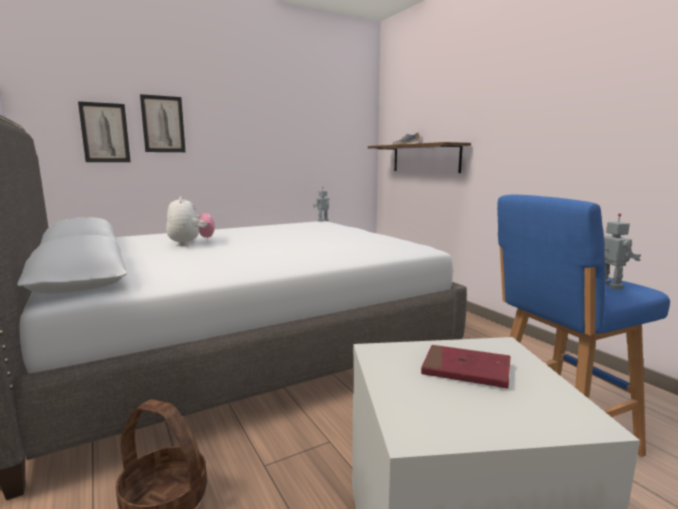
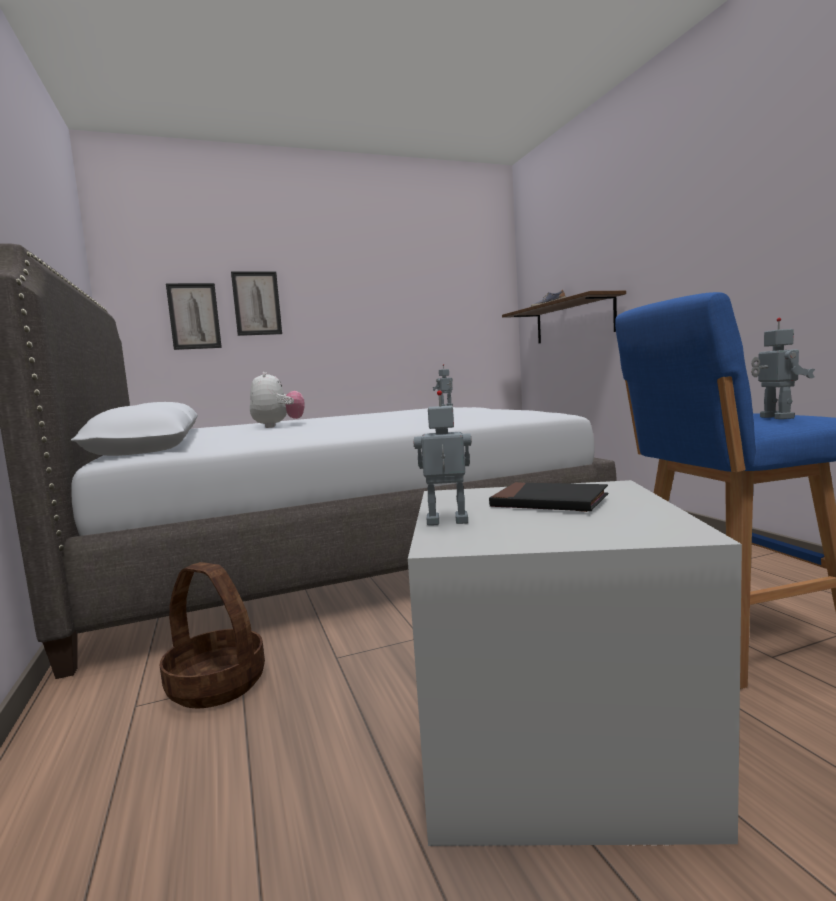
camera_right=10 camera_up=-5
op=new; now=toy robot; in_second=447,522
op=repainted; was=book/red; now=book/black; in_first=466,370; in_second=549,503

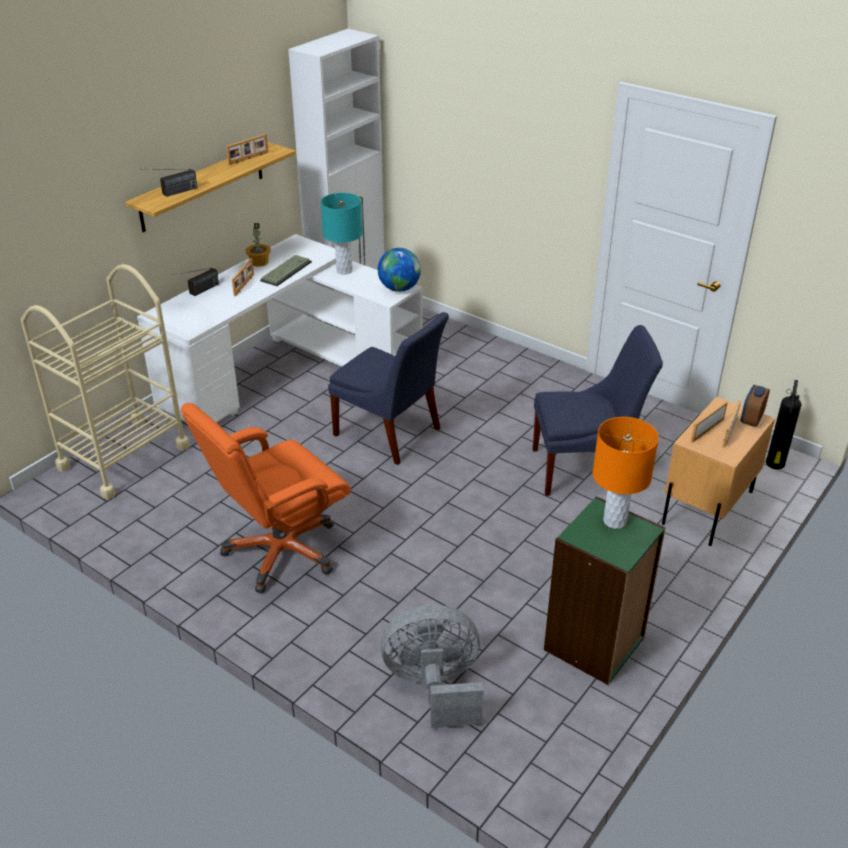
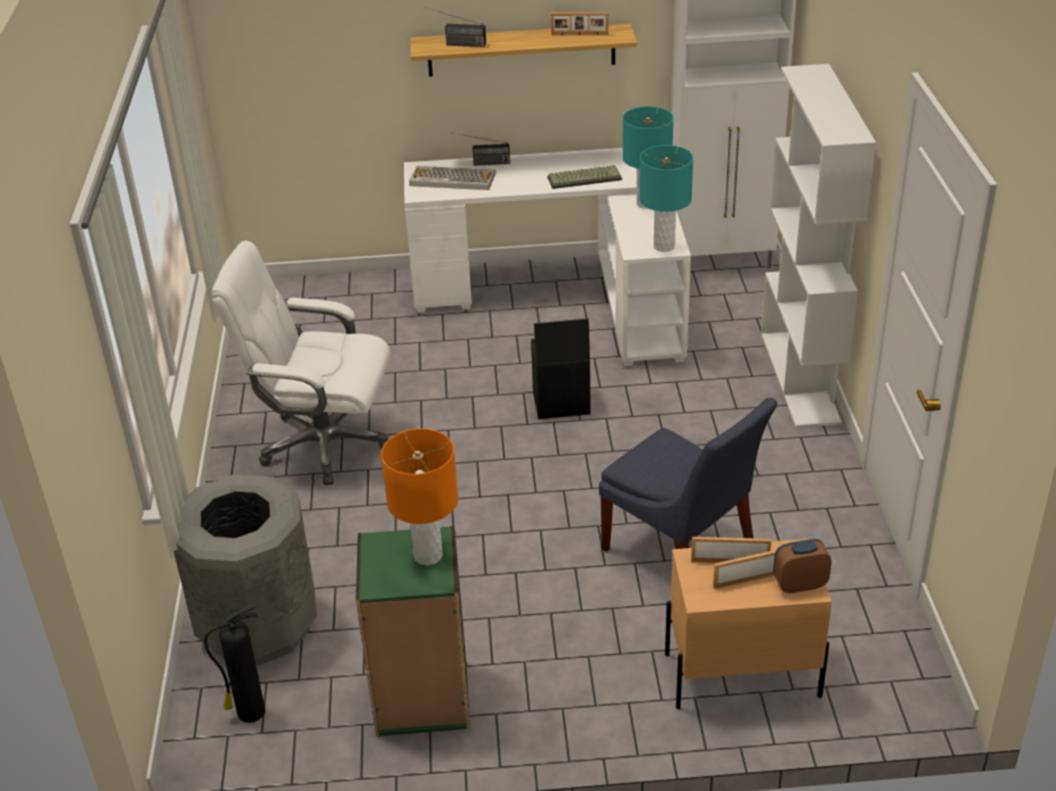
camera_right=50 camera_up=0
op=gone; was=cart/beige; in_first=124,457
op=gone; was=picture frame; in_first=244,285
op=gone; was=potted plant; in_first=259,262
op=new; now=keyboard; in_second=451,179
op=new; now=bookcase/white; in_second=800,377
op=shifted; was=fire extinguisher; in_first=775,464; in_second=249,713
op=swapped; was=chair/blue; now=storage box/black; in_first=390,434; in_second=560,404
op=swapped; was=globe; now=table lamp/turquoise; in_first=399,288; in_second=664,246
op=swapped; was=fan/grey; now=trash can/grey; in_first=434,687; in_second=257,626
op=repainted; was=office chair/orange; now=office chair/white; in_first=281,551; in_second=323,444

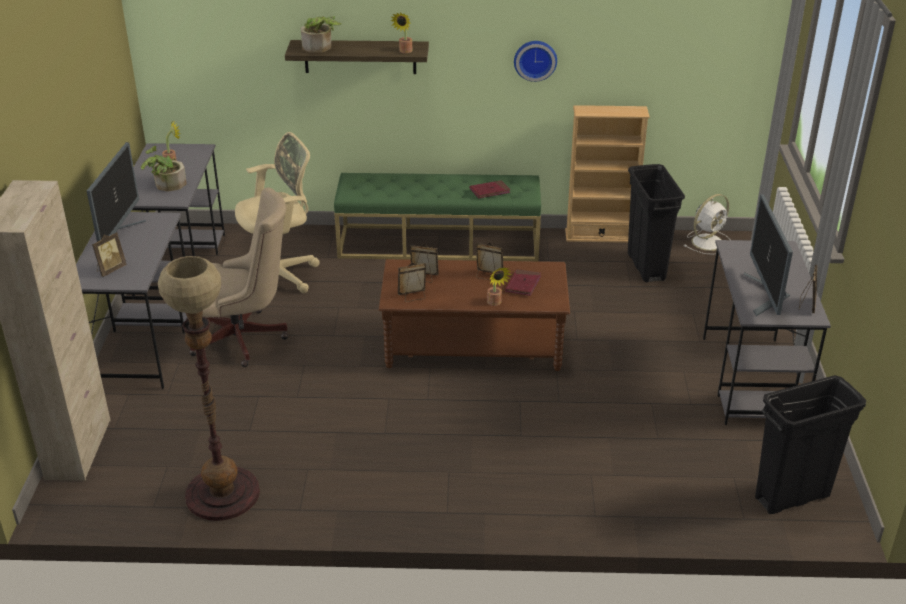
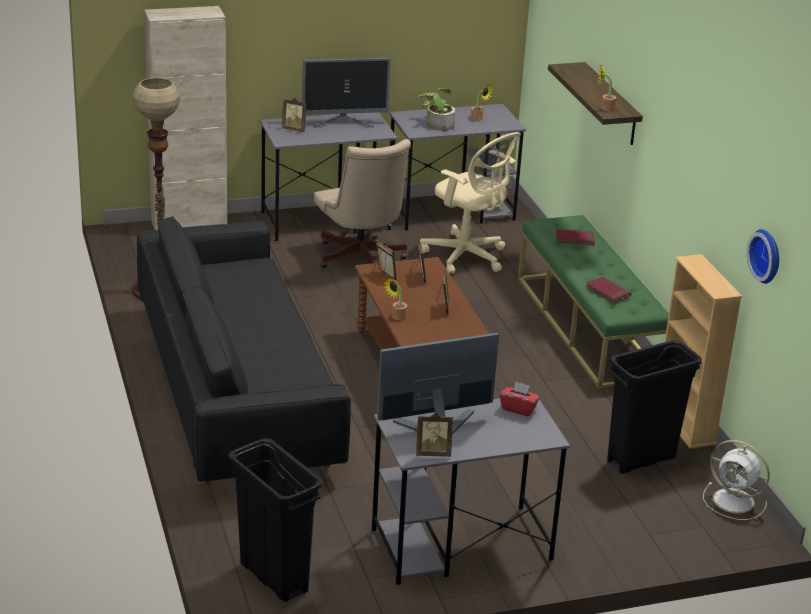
camera_right=70 camera_up=-5
op=gone; was=potted plant; in_first=320,47
op=new; now=sofa/black; in_second=237,390
op=new; now=tissue box/red; in_second=518,408
op=shifted; was=book/red; in_first=523,284; in_second=575,239
op=shifted; was=wall clock; in_first=535,59; in_second=767,255

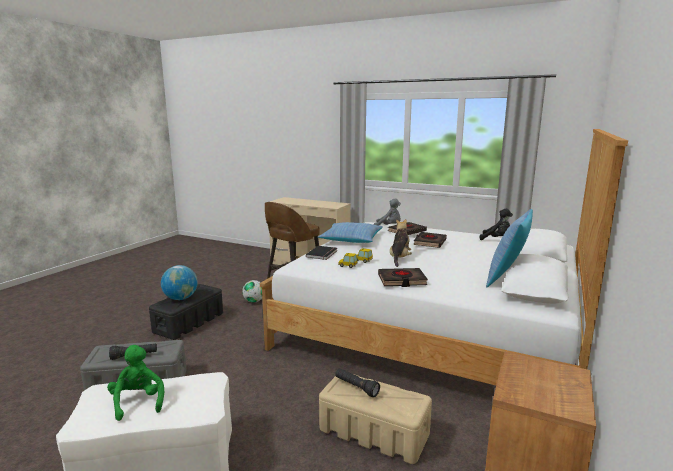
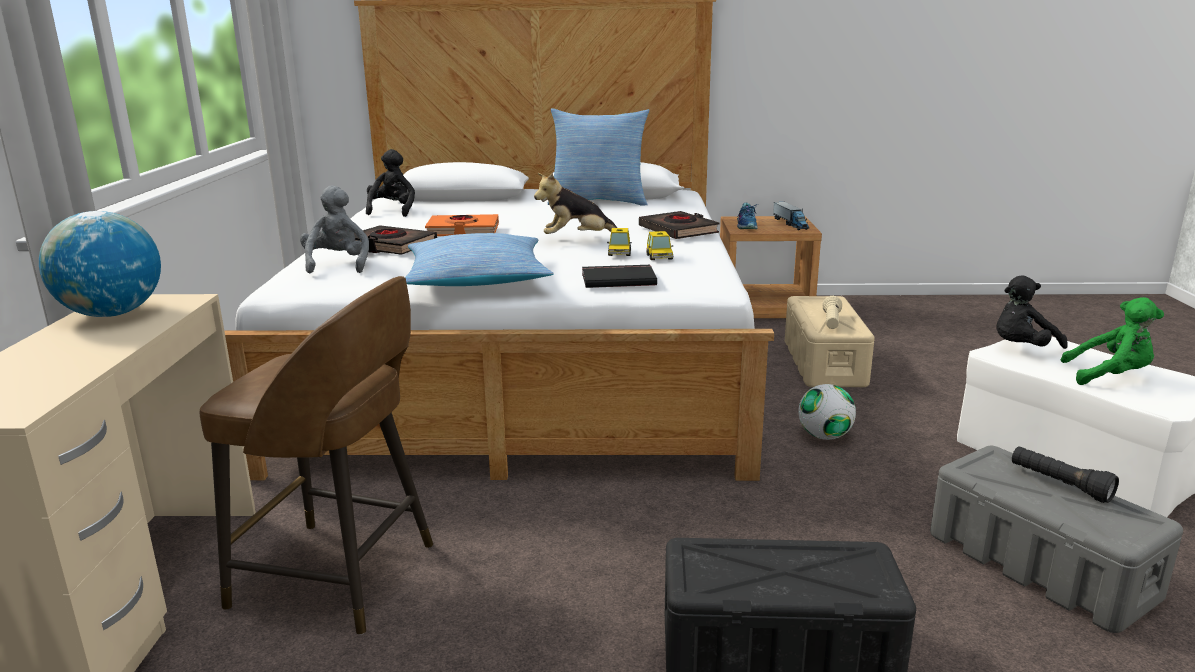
camera_right=-115 camera_up=5
op=new; now=shoe; in_second=747,225
op=new; now=toy truck; in_second=790,223
op=new; now=plush toy/black; in_second=1021,349
op=shifted; was=globe; in_first=181,298; in_second=112,314
op=shifted; was=football; in_first=254,301; in_second=824,436
op=repainted; was=flashlight/black; now=flashlight/beige; in_first=356,387; in_second=831,322
op=repainted; was=book/black; now=book/orange; in_first=429,242; in_second=463,231
op=rotated; was=plush toy/green; in_first=138,402; in_second=1110,376; clockwise=-120

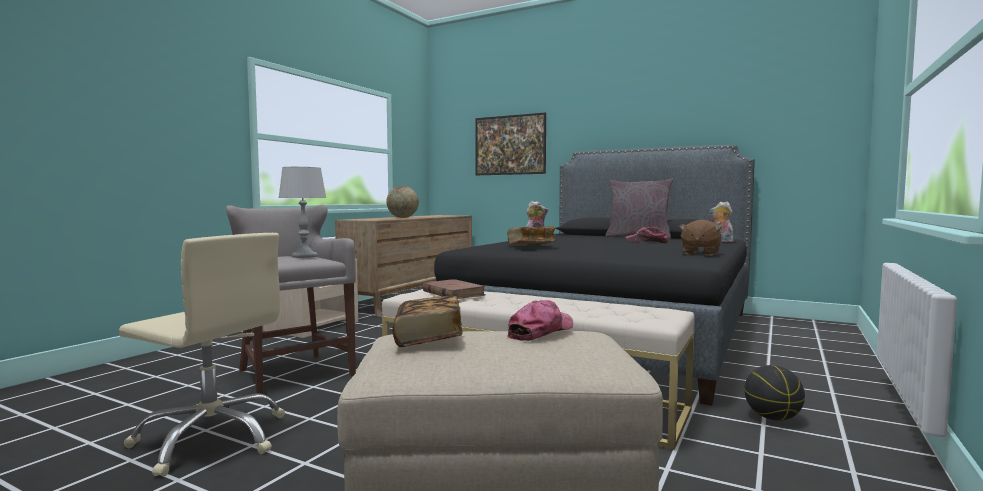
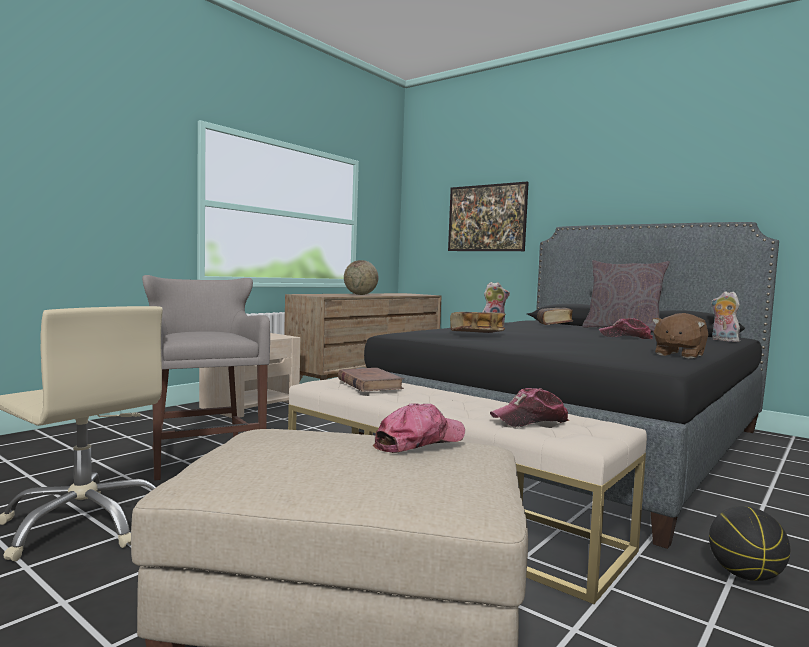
camera_right=10 camera_up=0
op=gone; was=table lamp/grey; in_first=304,256
op=new; now=cap; in_second=530,420
op=shifted; was=book; in_first=428,339; in_second=554,325

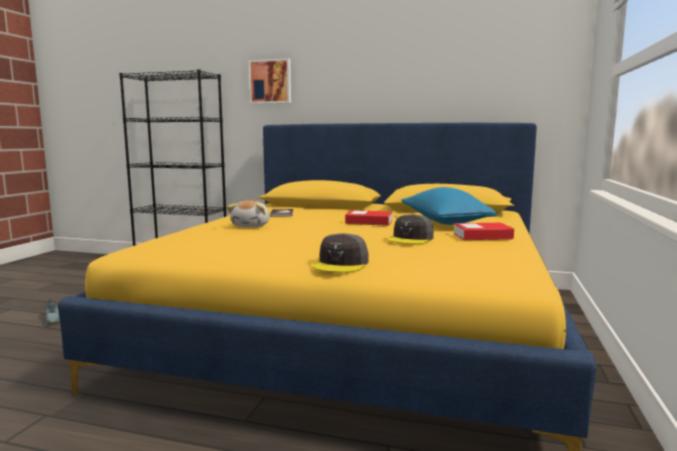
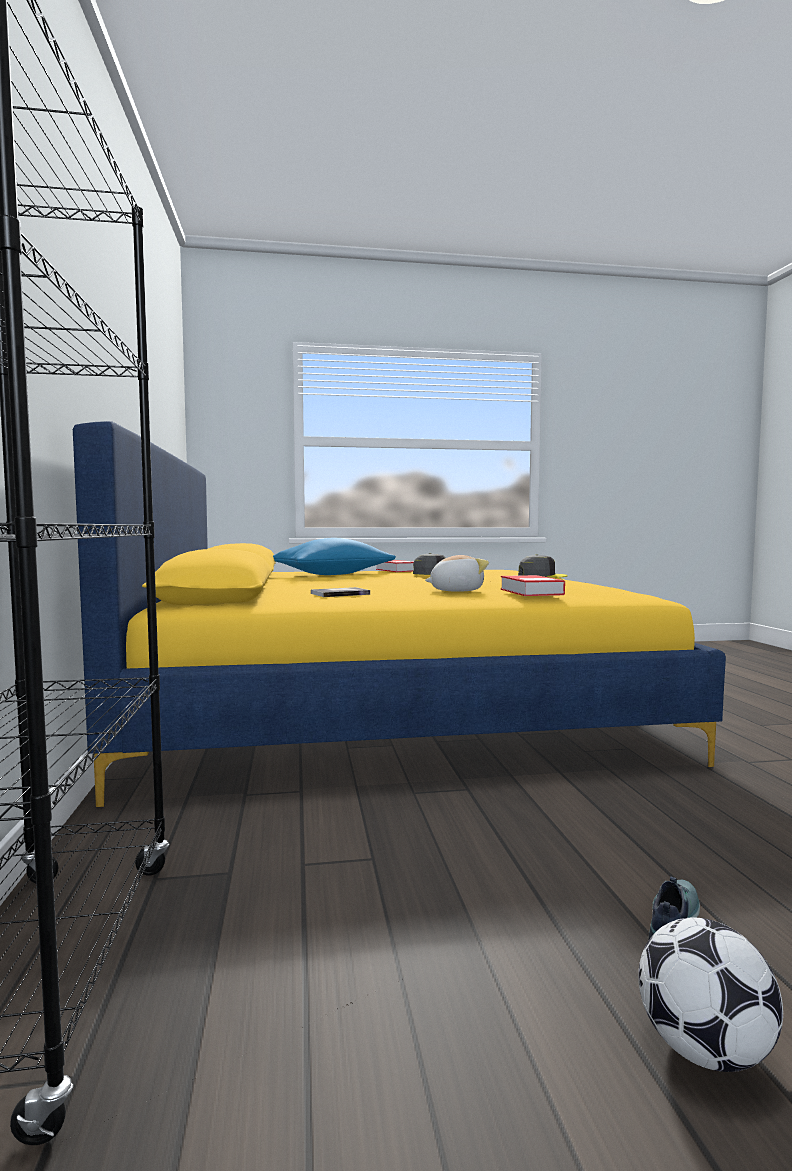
camera_right=-115 camera_up=-5
op=gone; was=picture; in_first=270,81
op=new; now=football; in_second=704,1050
op=shifted; was=book; in_first=369,222; in_second=531,592

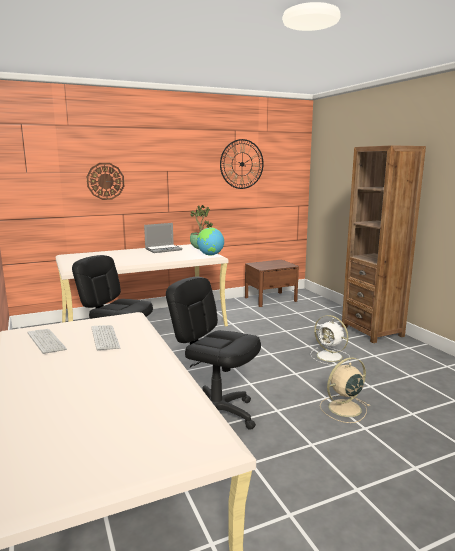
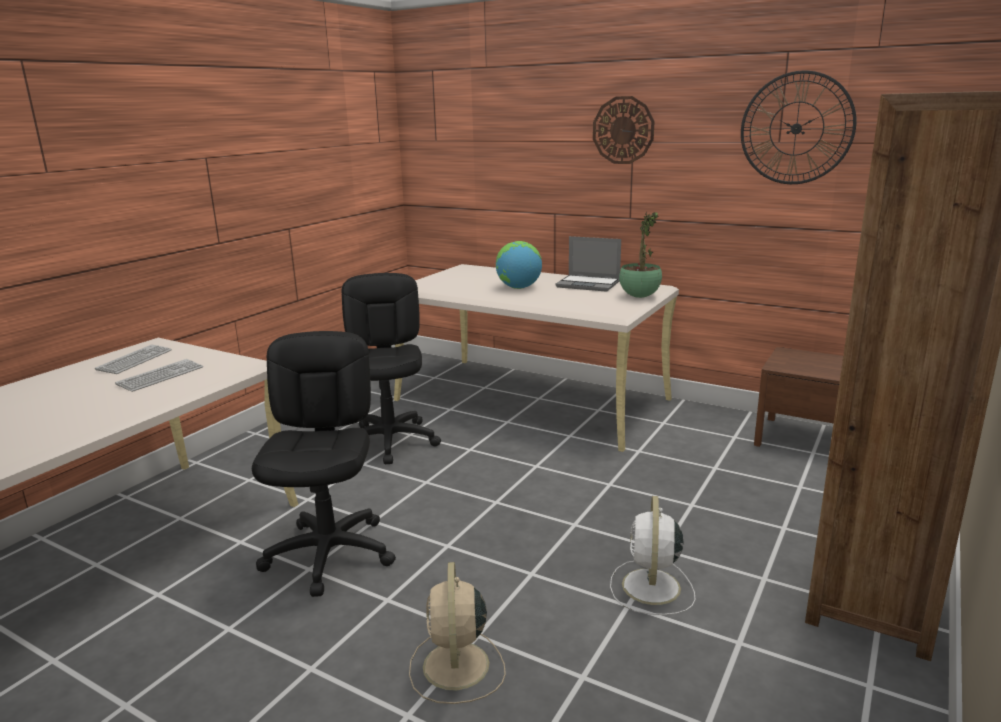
camera_right=55 camera_up=5
op=shifted; was=wall clock; in_first=105,181; in_second=623,130
op=shifted; was=globe; in_first=210,255; in_second=518,288
op=rotated; was=fan/beige; in_first=343,408; in_second=456,668; clockwise=-120

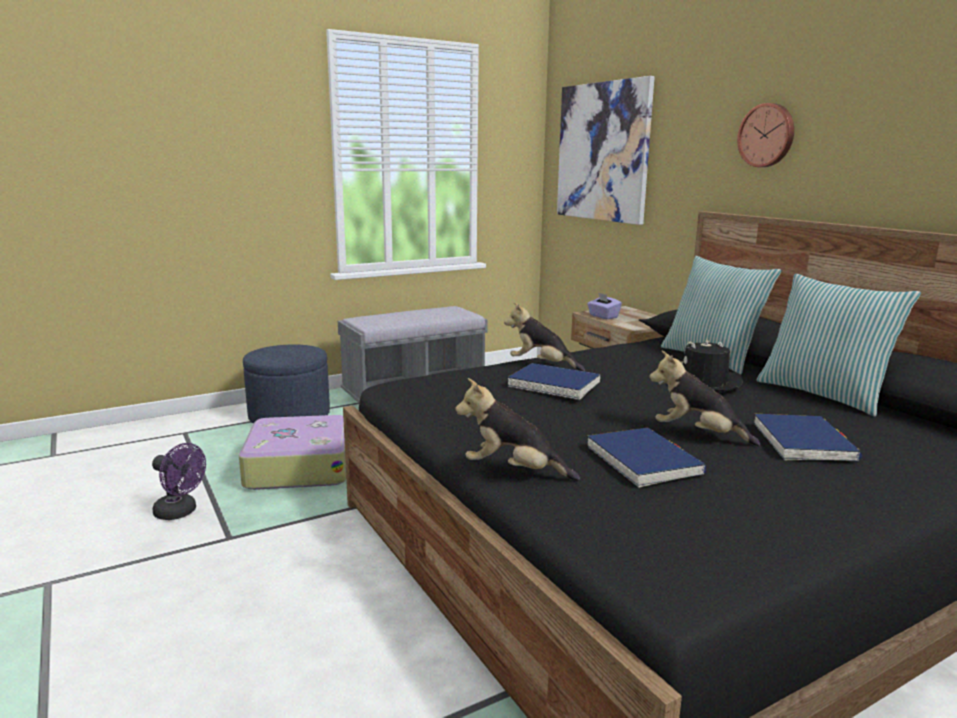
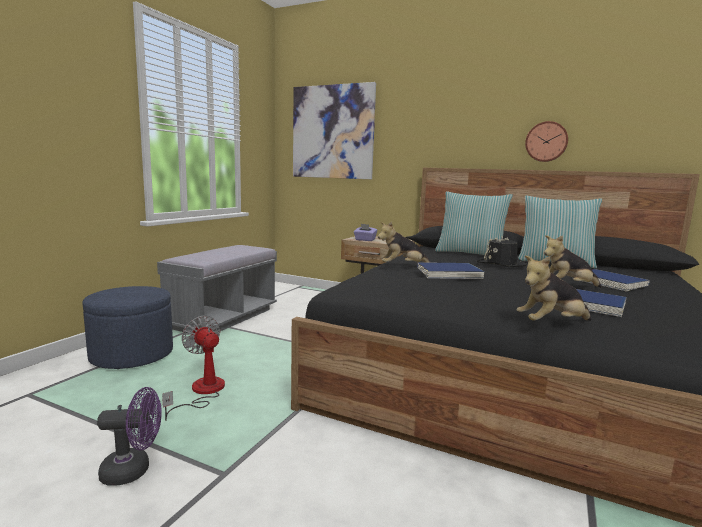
camera_right=-35 camera_up=-5
op=shifted; was=wall clock; in_first=767,135; in_second=546,142
op=swapped; was=suitcase; now=fan; in_first=298,466; in_second=202,392

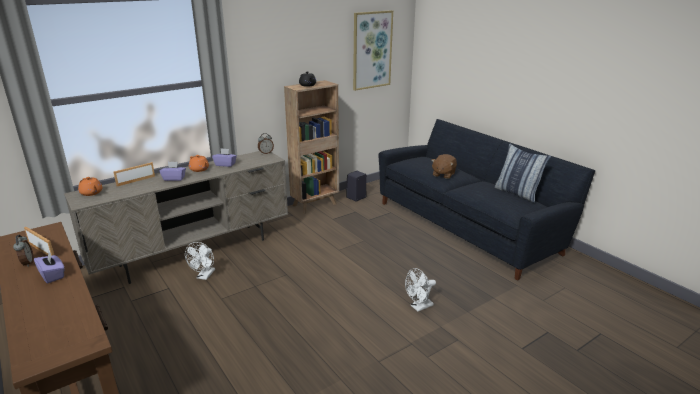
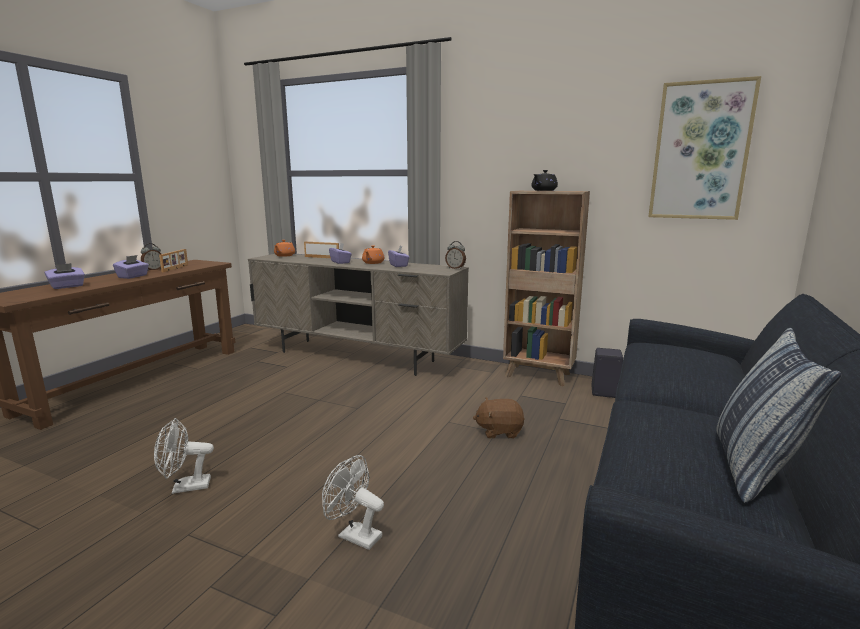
camera_right=60 camera_up=-10
op=new; now=tissue box/purple; in_second=67,286
op=shifted; was=fan/white; in_first=204,276; in_second=185,487
op=shifted; was=plush toy/brown; in_first=443,174; in_second=499,431

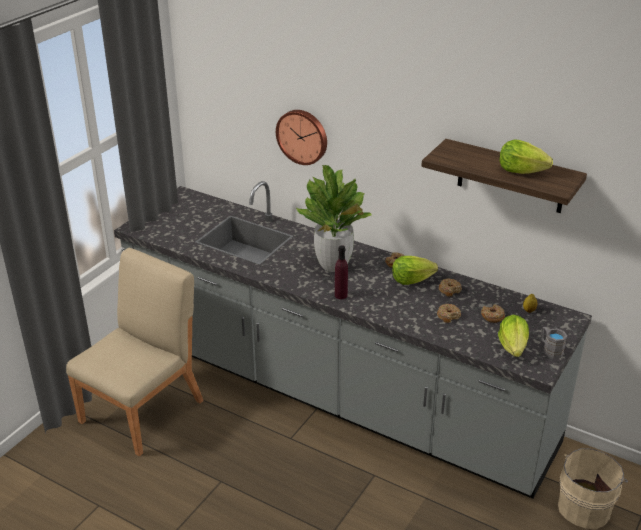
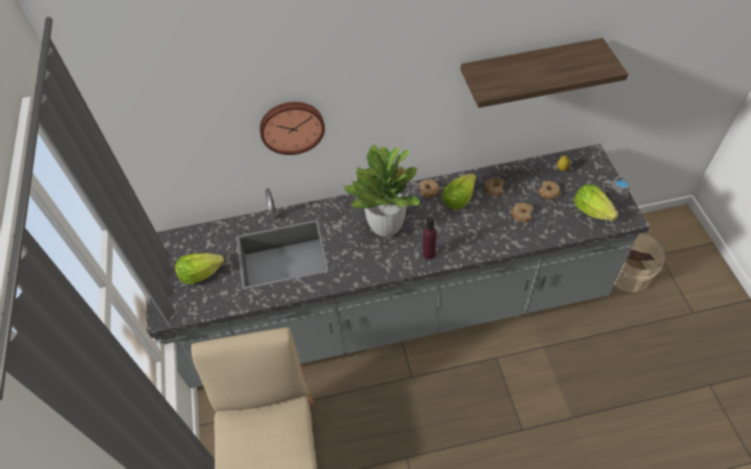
camera_right=-40 camera_up=20
op=shifted; was=lettuce; in_first=521,171; in_second=200,274

